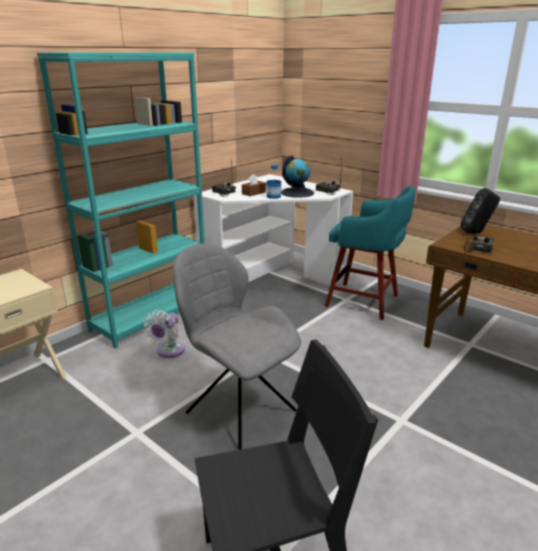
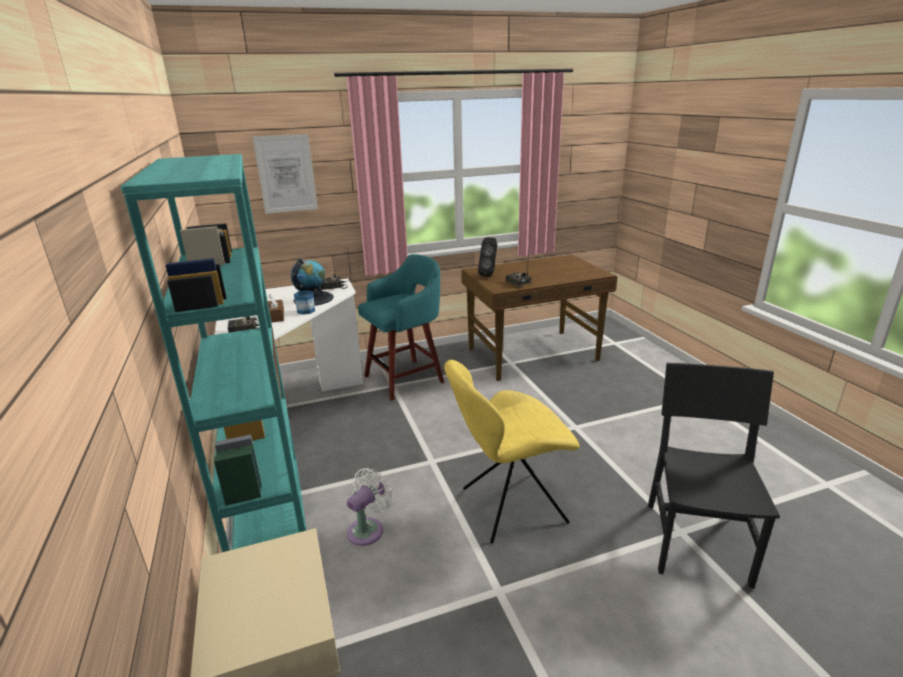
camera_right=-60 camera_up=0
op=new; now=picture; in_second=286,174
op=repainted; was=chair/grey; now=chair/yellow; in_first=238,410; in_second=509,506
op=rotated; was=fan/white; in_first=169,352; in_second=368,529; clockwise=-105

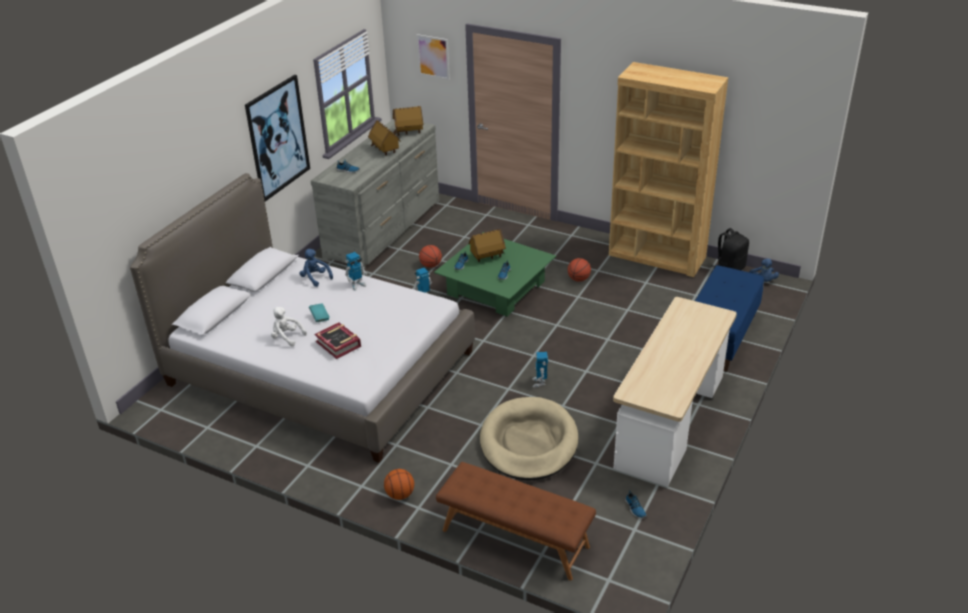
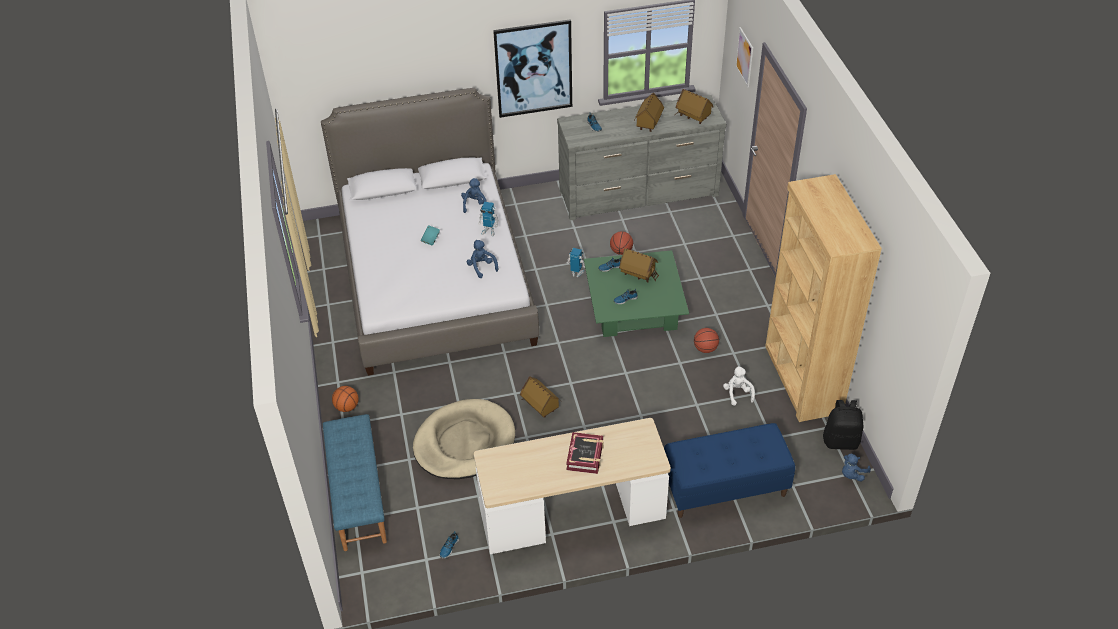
camera_right=50 camera_up=10
op=new; now=plush toy/blue; in_second=481,267
op=shifted; was=plush toy/white; in_first=287,337; in_second=737,393
op=shifted; was=book; in_first=338,344; in_second=585,456
op=swapped; was=toy robot; now=toy house; in_first=539,383; in_second=540,407
op=repainted; was=bench/brown; now=bench/blue; in_first=514,539; in_second=357,495

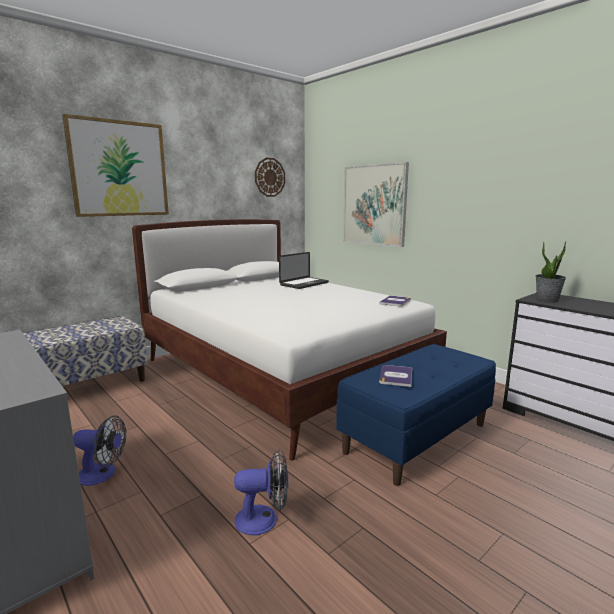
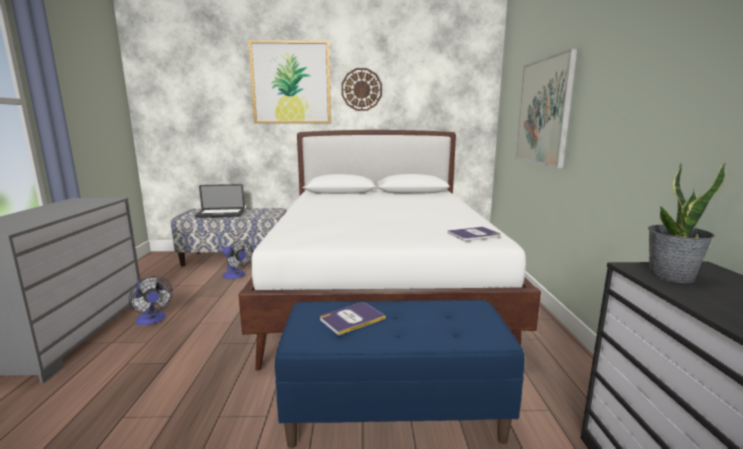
camera_right=40 camera_up=0
op=shifted; was=fan; in_first=264,519; in_second=236,275
op=shifted; was=wall clock; in_first=269,177; in_second=361,89
op=shifted; was=laptop; in_first=304,284; in_second=220,214

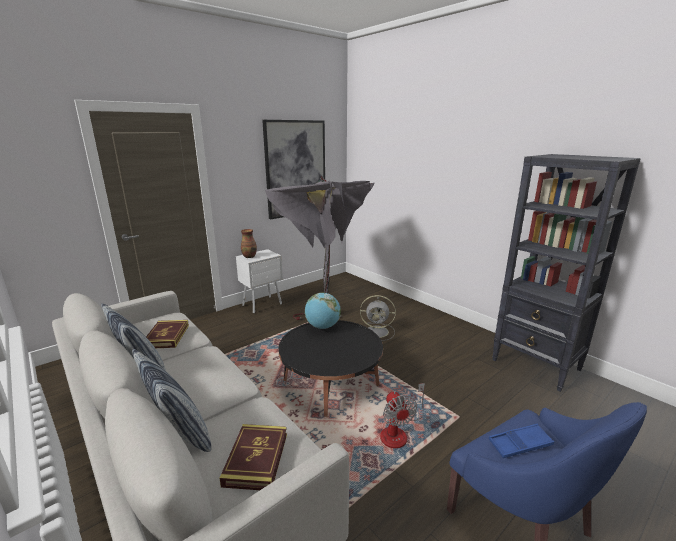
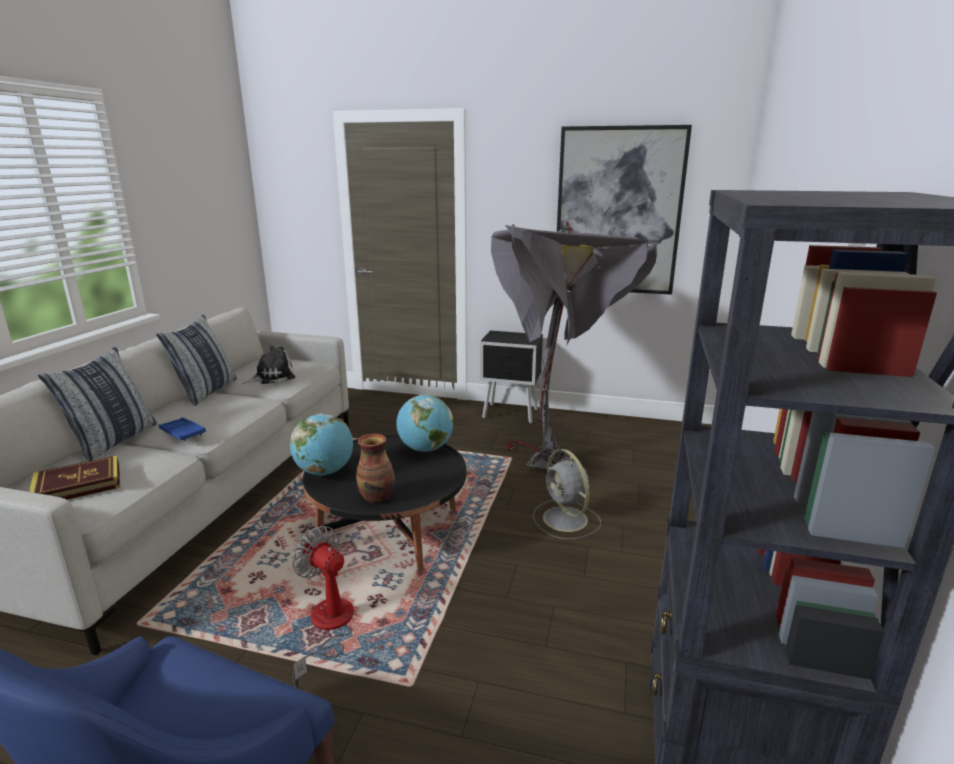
camera_right=55 camera_up=0
op=new; now=globe; in_second=325,472
op=shifted; was=vase; in_first=249,256; in_second=377,497
op=shifted; was=tray/blue; in_first=520,444; in_second=182,433
op=swapped; was=book; now=plush toy; in_first=167,336; in_second=272,377
op=repainted; was=nightstand/white; now=nightstand/black; in_first=263,304; in_second=511,414
op=rotated; was=fan; in_first=398,432; in_second=327,628; clockwise=90

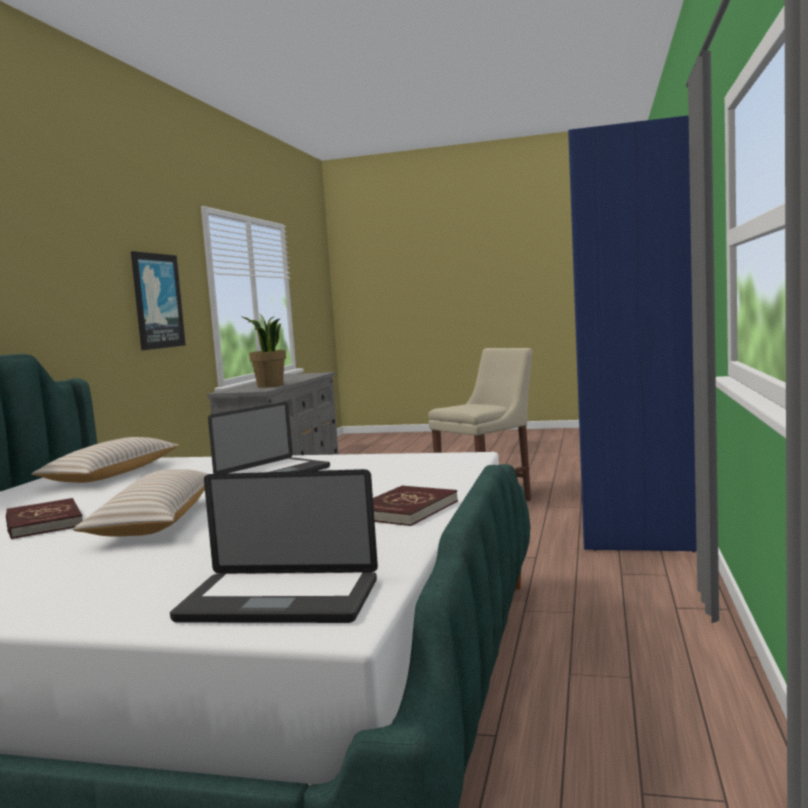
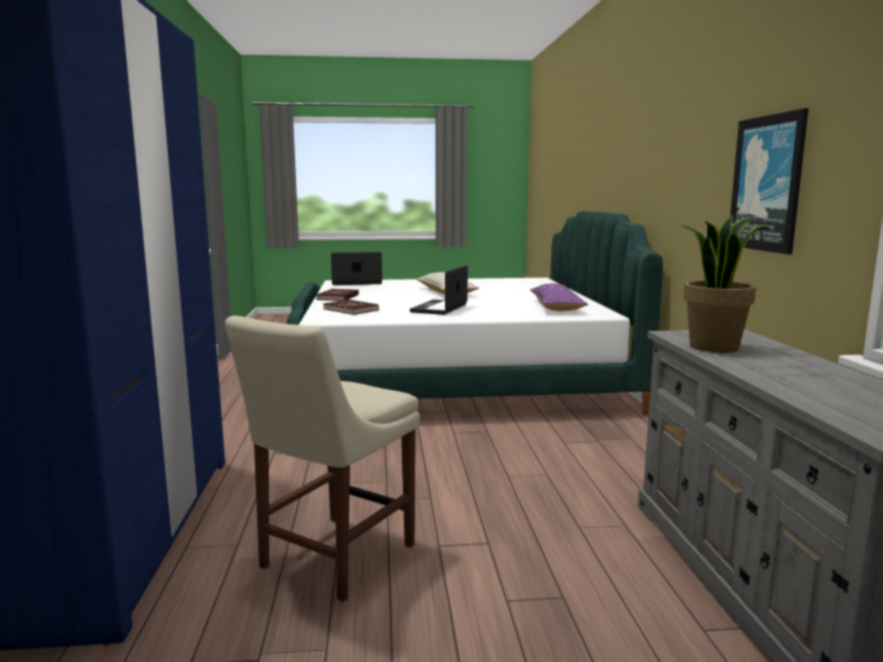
camera_right=160 camera_up=5
op=shifted; was=book/red; in_first=43,523; in_second=351,309
op=repainted; was=pillow/beige; now=pillow/purple; in_first=112,474; in_second=556,307

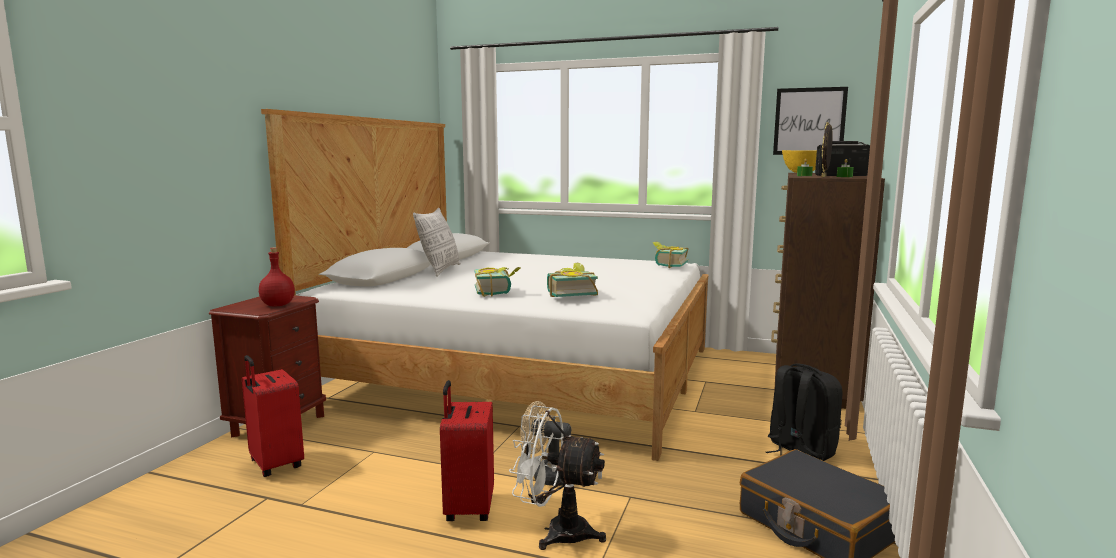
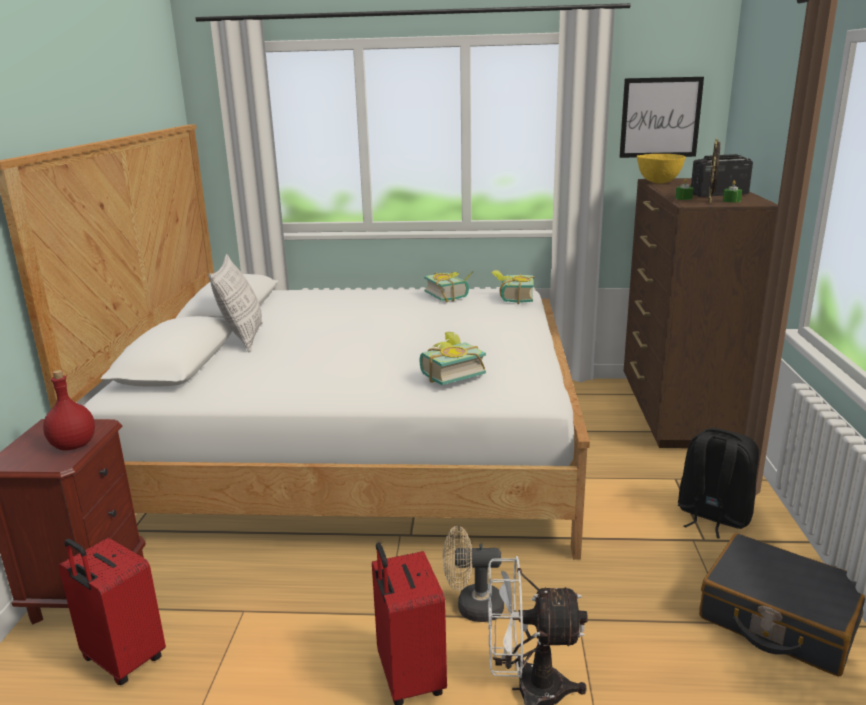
camera_right=-15 camera_up=10
op=shifted; was=book; in_first=497,292; in_second=450,295

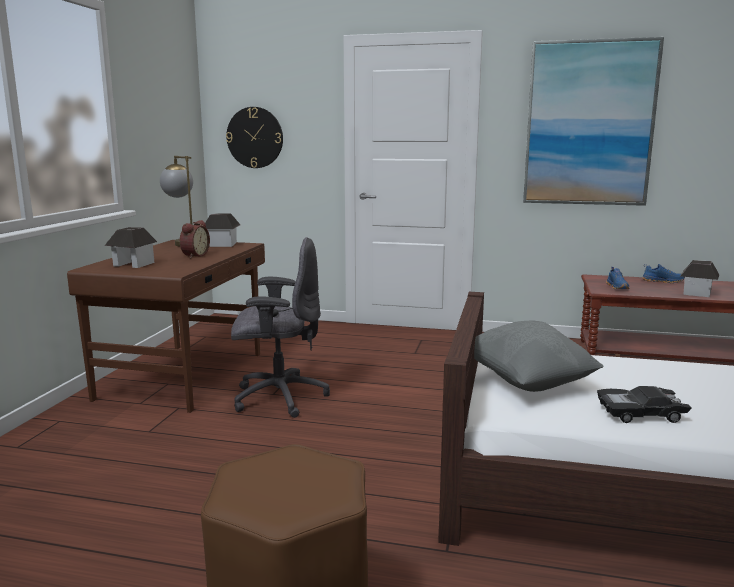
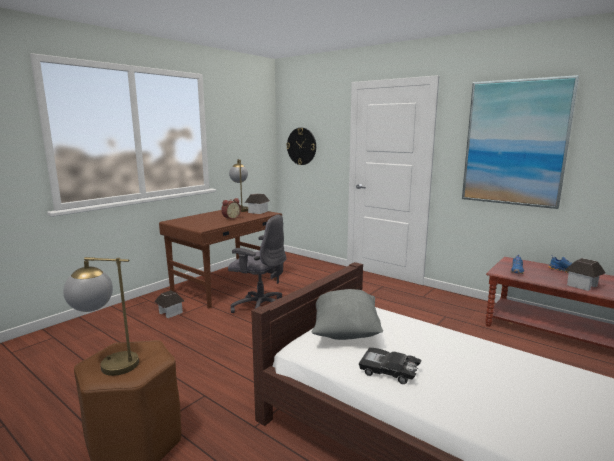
camera_right=25 camera_up=0
op=new; now=table lamp; in_second=107,364
op=shifted; was=toy house; in_first=133,264; in_second=170,313

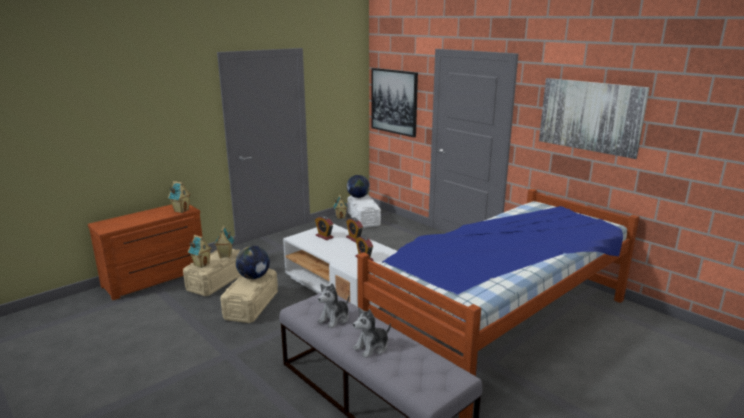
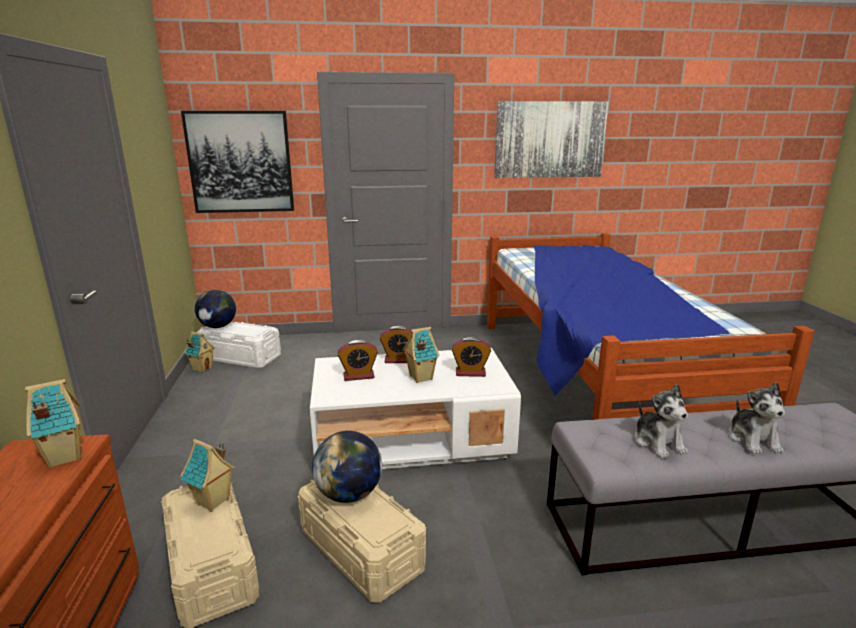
camera_right=-55 camera_up=0
op=shifted; was=toy house; in_first=201,264; in_second=420,378

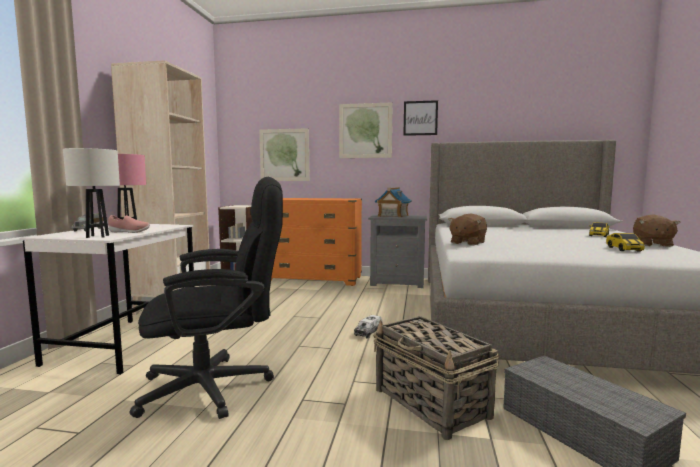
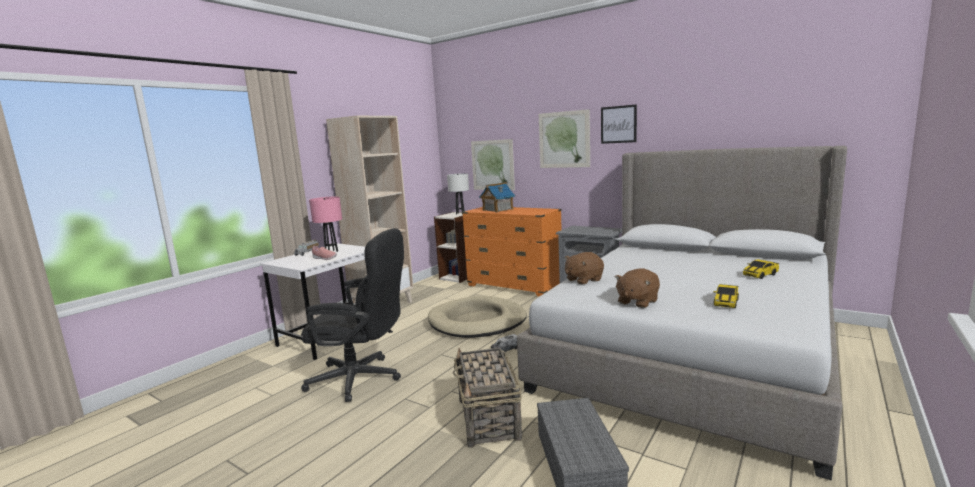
camera_right=25 camera_up=5
op=new; now=dog bed/beige; in_second=477,322
op=shifted; was=table lamp/white; in_first=98,236; in_second=460,213
op=shifted; was=toy house; in_first=393,216; in_second=497,210
op=shifted; was=plush toy/brown; in_first=652,244; in_second=637,302

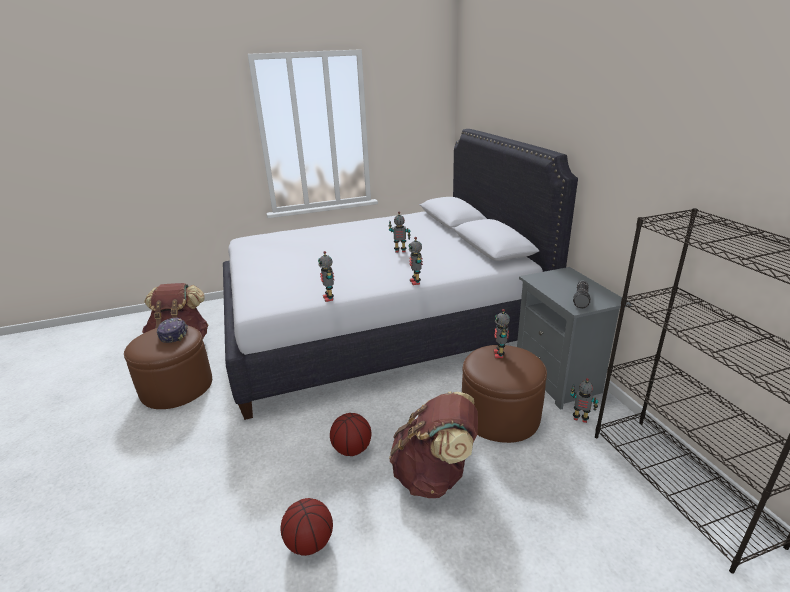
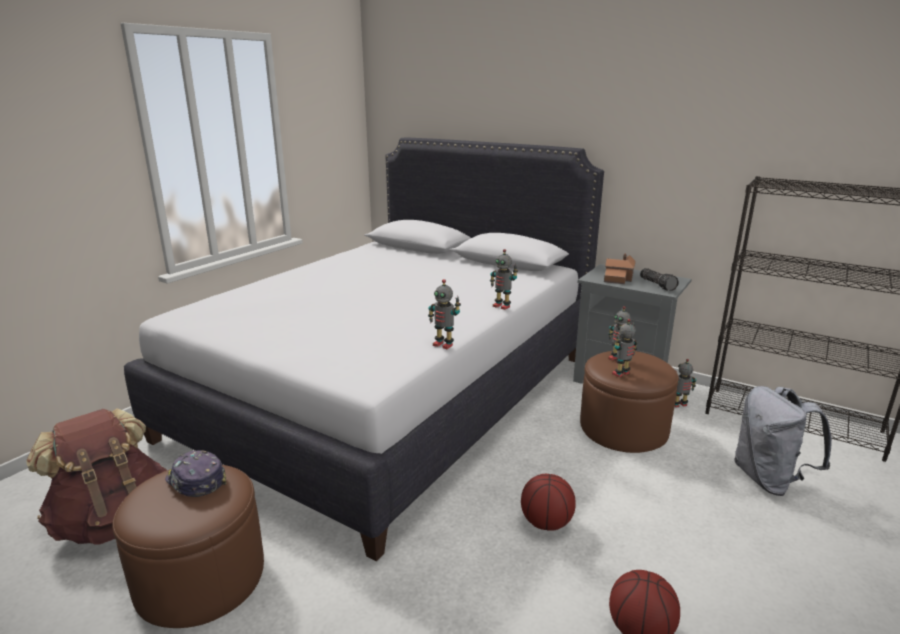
camera_right=-40 camera_up=-5
op=gone; was=backpack/brown; in_first=435,475
op=new; now=toy house; in_second=619,278
op=new; now=backpack/grey; in_second=769,480
op=shifted; was=toy robot; in_first=400,251; in_second=621,374

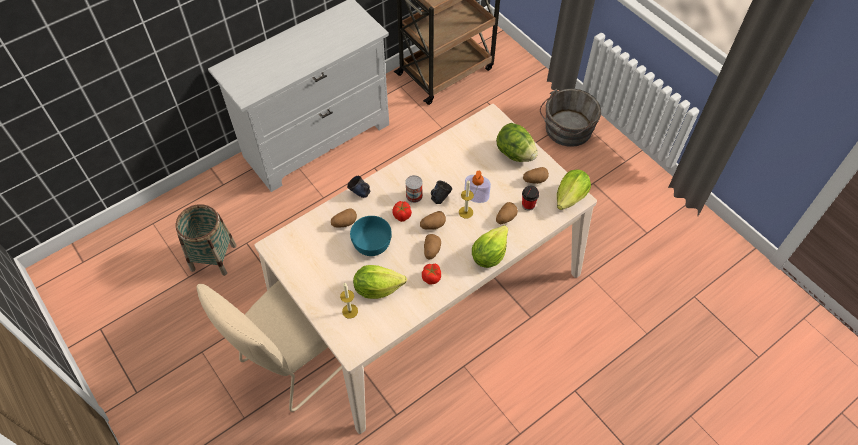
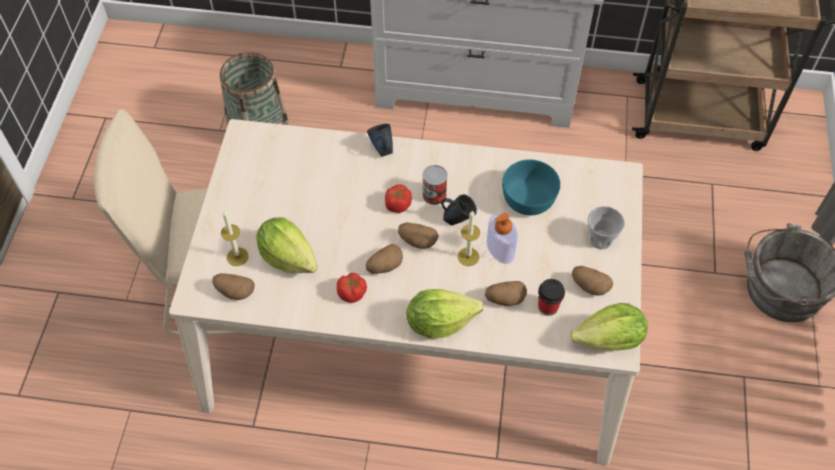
camera_right=45 camera_up=0
op=shifted; was=potato; in_first=344,223; in_second=234,291
op=shifted; was=bowl/turquoise; in_first=372,243; in_second=529,199
op=swapped; was=lettuce; now=cup; in_first=515,154; in_second=600,239

